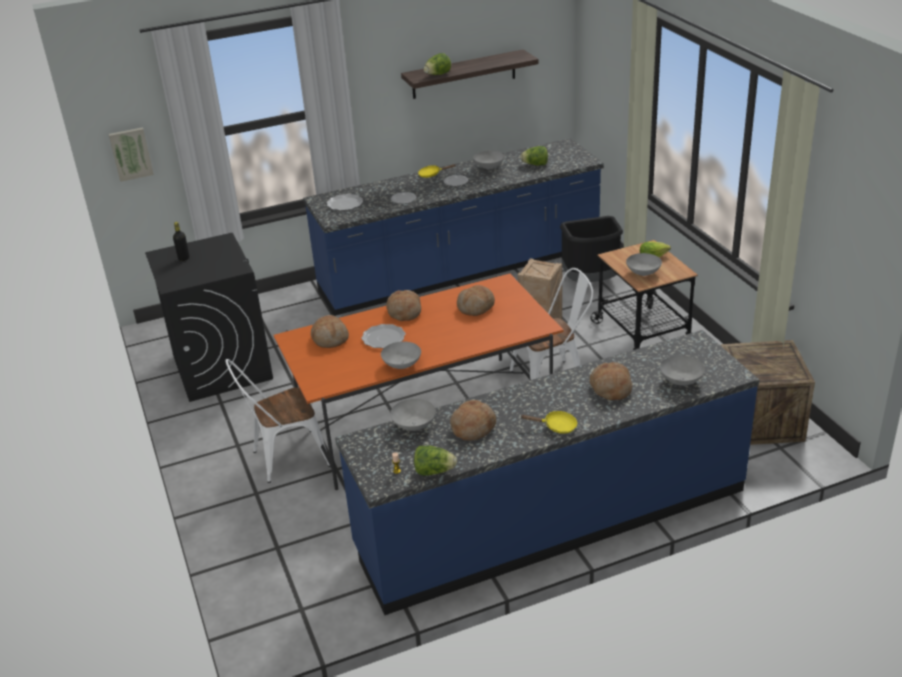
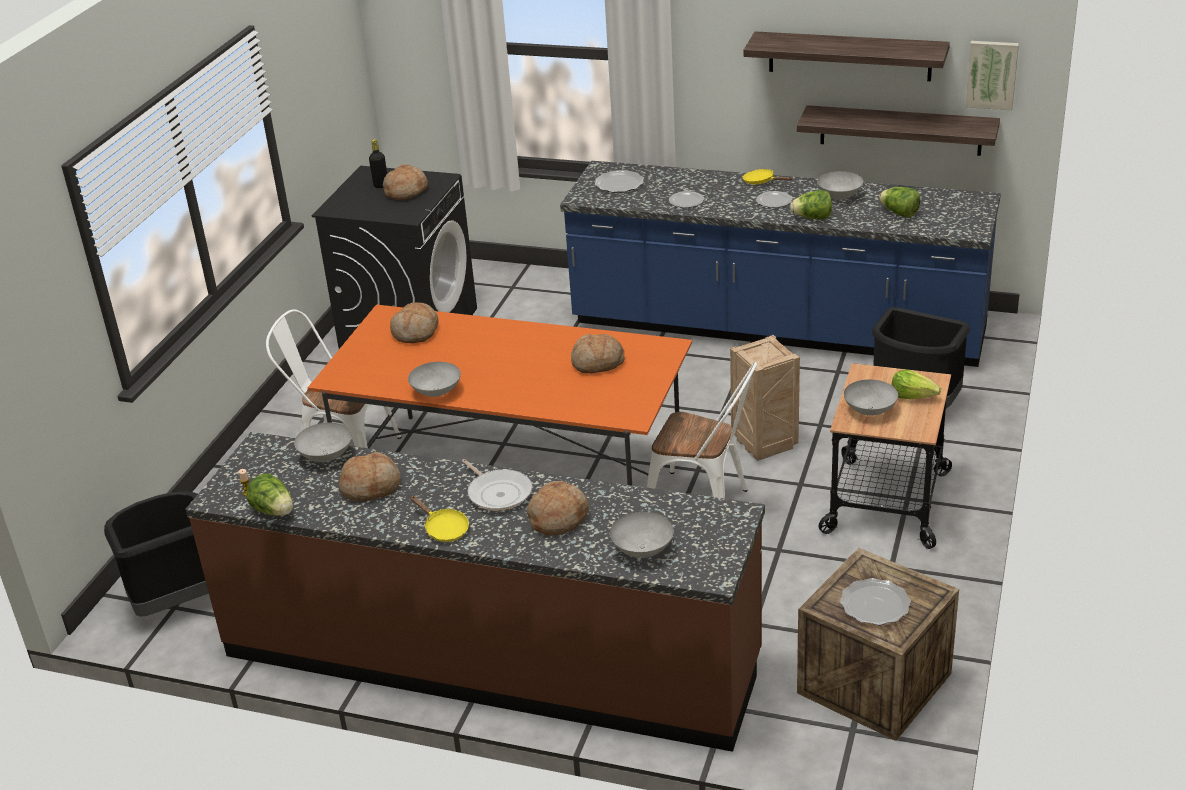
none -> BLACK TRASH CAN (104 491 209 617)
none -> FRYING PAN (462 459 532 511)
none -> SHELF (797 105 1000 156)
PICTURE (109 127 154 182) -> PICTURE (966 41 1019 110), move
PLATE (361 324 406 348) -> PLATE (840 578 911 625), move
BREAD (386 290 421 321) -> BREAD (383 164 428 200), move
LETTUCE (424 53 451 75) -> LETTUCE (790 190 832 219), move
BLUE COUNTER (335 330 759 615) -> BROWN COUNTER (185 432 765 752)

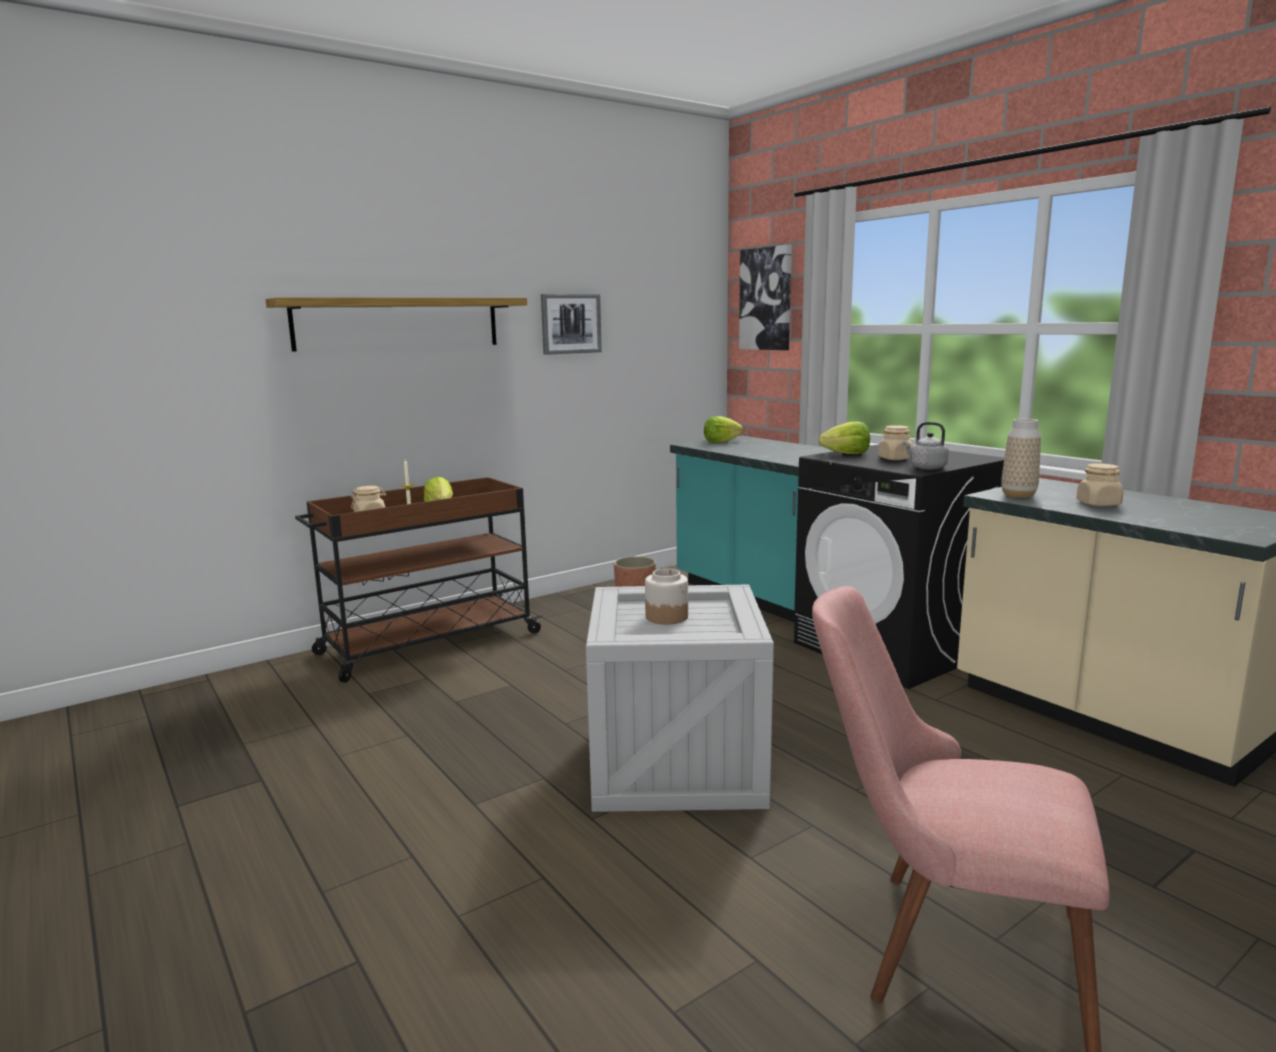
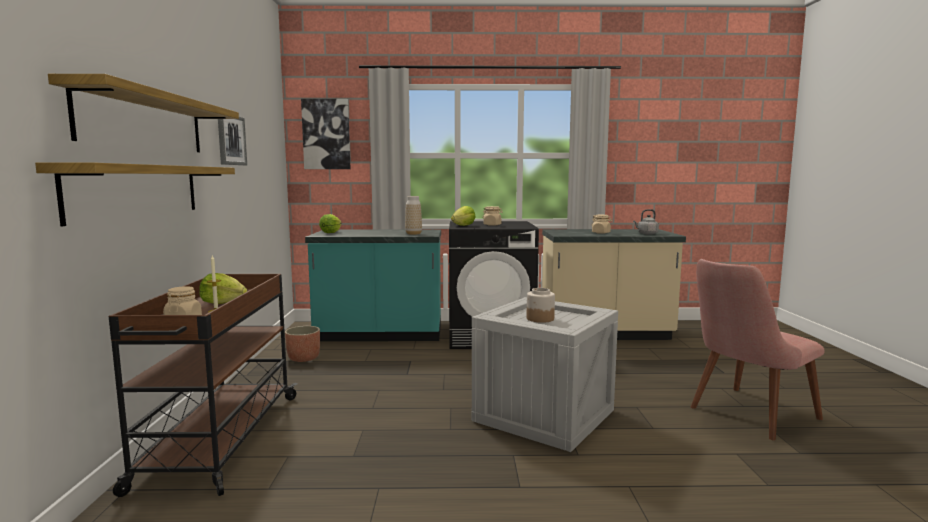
none -> SHELF (35 163 235 226)
GREY KETTLE (903 422 949 470) -> GREY KETTLE (633 209 659 234), move
VASE (1001 419 1041 498) -> VASE (405 196 422 235), move

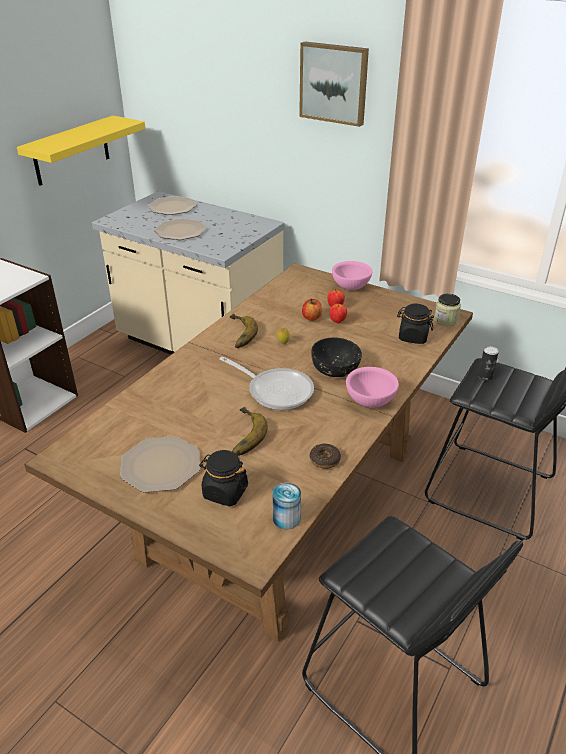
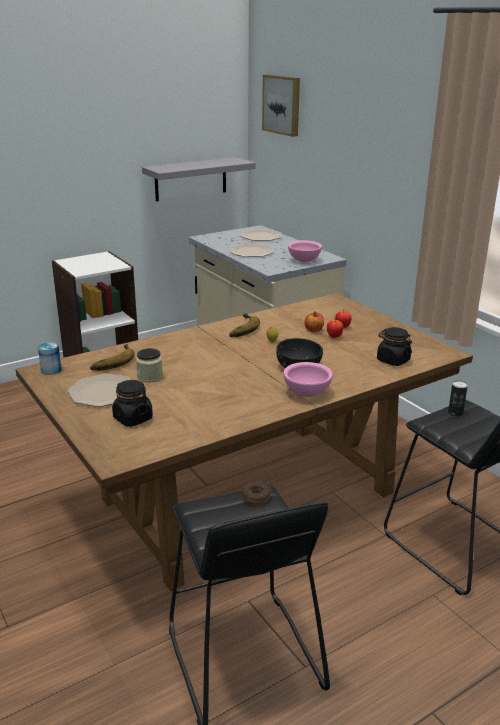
FRYING PAN (219 356 314 410) -> none
BANANA (232 407 268 456) -> BANANA (90 344 135 371), move
CAN (273 483 301 529) -> CAN (38 342 62 375), move
PICTURE (299 42 369 127) -> PICTURE (262 75 300 137), move
DONUT (310 444 341 469) -> DONUT (241 481 272 504), move
PINK BOWL (332 261 373 290) -> PINK BOWL (288 241 322 262), move
JAR (434 294 461 326) -> JAR (136 348 163 382), move
YELLOW SHELF (17 116 145 186) -> GREY SHELF (142 157 255 201)

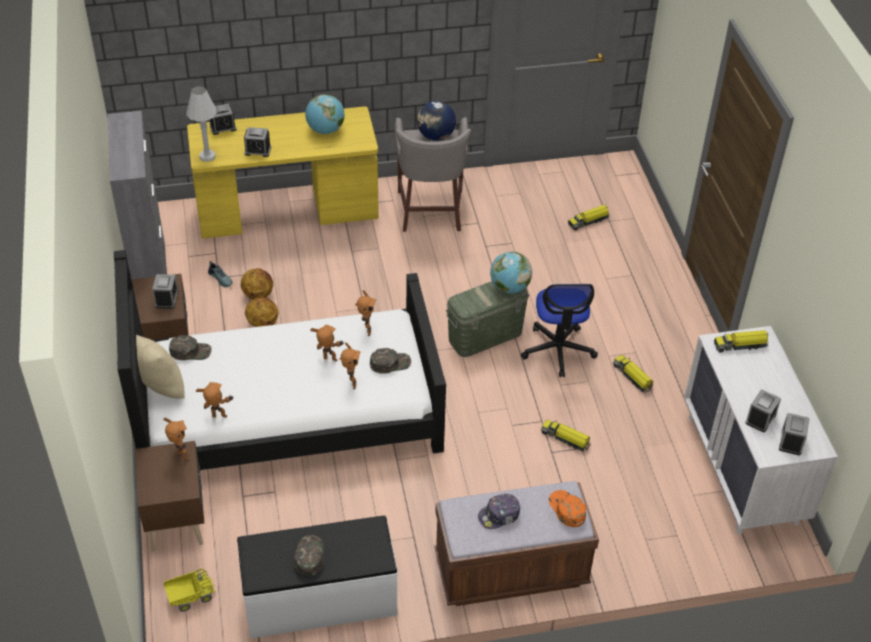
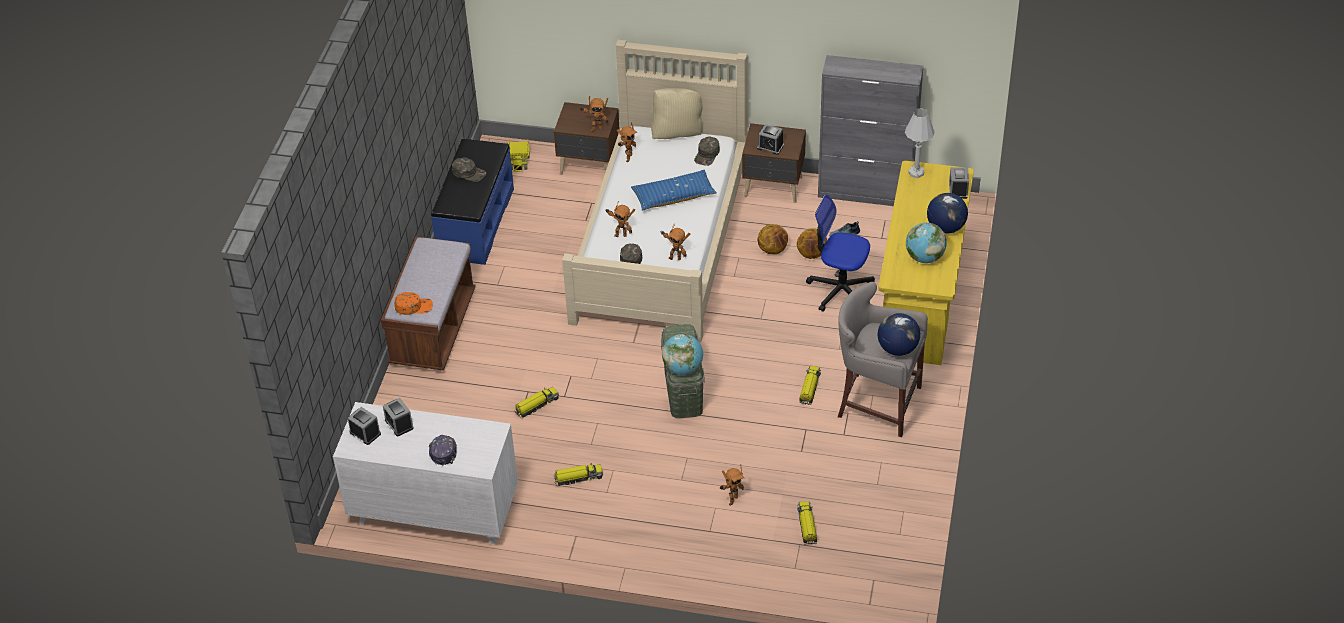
ALARM CLOCK (244 127 271 157) -> none
none -> BLUE PILLOW (631 170 717 211)
none -> GLOBE (927 193 968 234)
TOY ROBOT (310 325 344 361) -> TOY ROBOT (720 464 744 506), move
CAP (478 494 520 529) -> CAP (429 435 457 465), move
OFFICE CHAIR (521 284 598 377) -> OFFICE CHAIR (806 194 875 312), move
TOY TRUCK (714 330 769 353) -> TOY TRUCK (799 366 821 405), move
BLACK BED (114 250 446 470) -> BEIGE BED (562 40 747 342)
WHITE BENCH (237 516 398 639) -> BLUE BENCH (431 139 514 265)

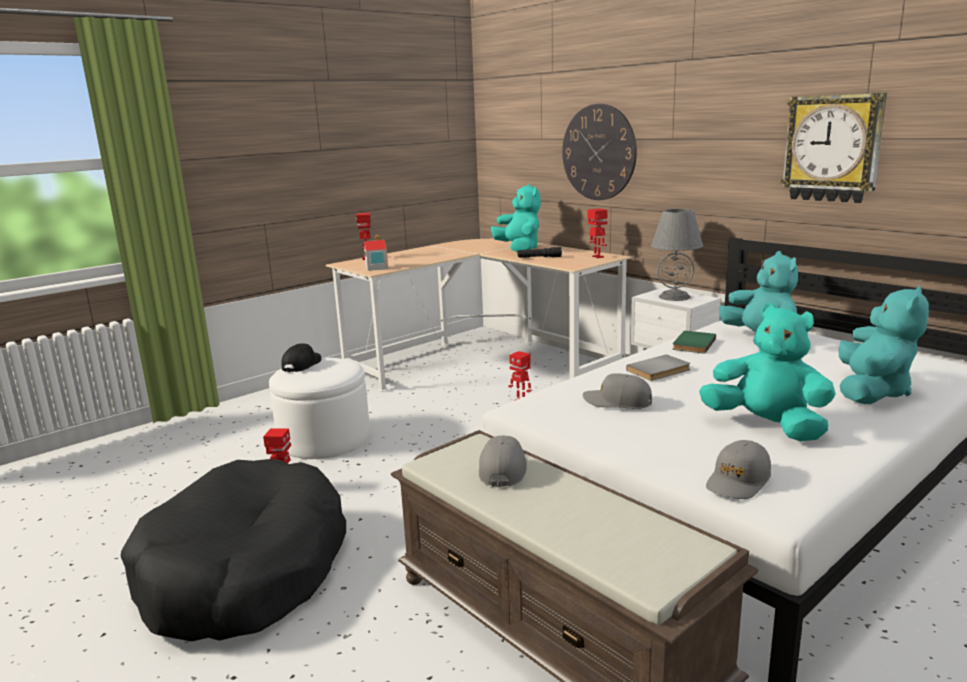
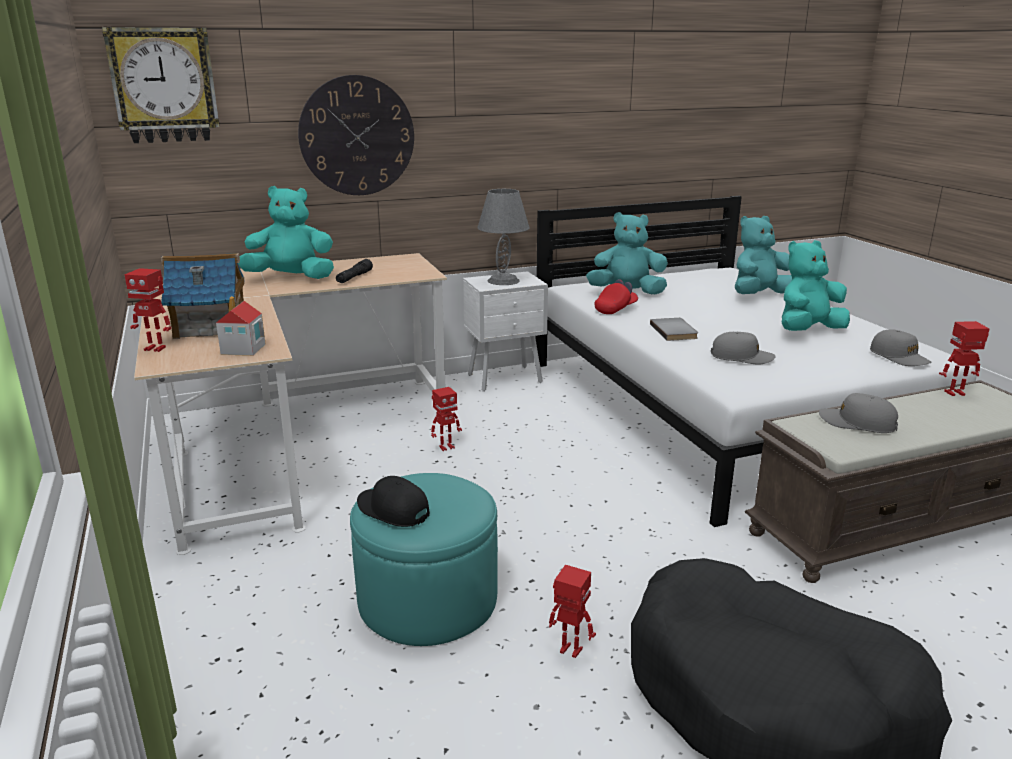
none -> TOY HOUSE (161 253 245 339)
TOY ROBOT (587 208 607 258) -> TOY ROBOT (939 321 990 396), move
WALL CLOCK (781 93 887 203) -> WALL CLOCK (102 27 219 143), move
GREEN BOOK (673 331 716 354) -> RED CAP (595 279 638 314)
WHITE OTTOMAN (269 358 370 459) -> TURQUOISE OTTOMAN (350 473 498 646)
GREY CAP (583 373 652 409) -> GREY CAP (711 332 775 365), 120 degrees counterclockwise
TURQUOISE PLUSH TOY (839 286 929 404) -> TURQUOISE PLUSH TOY (735 216 792 294), 75 degrees counterclockwise

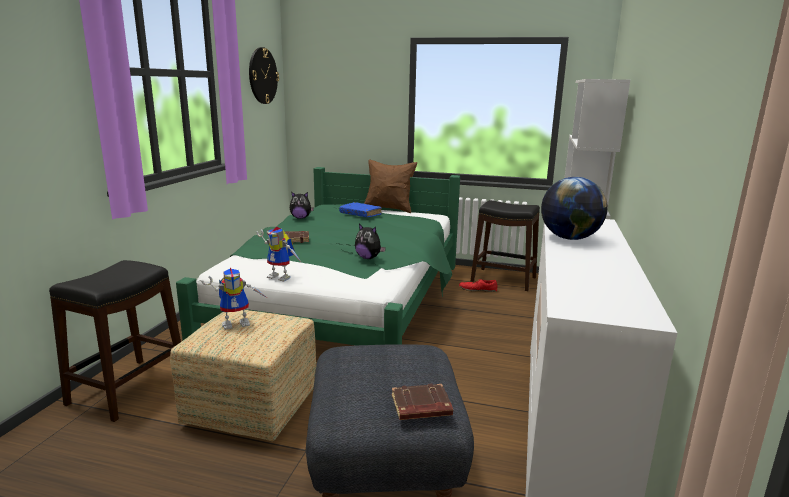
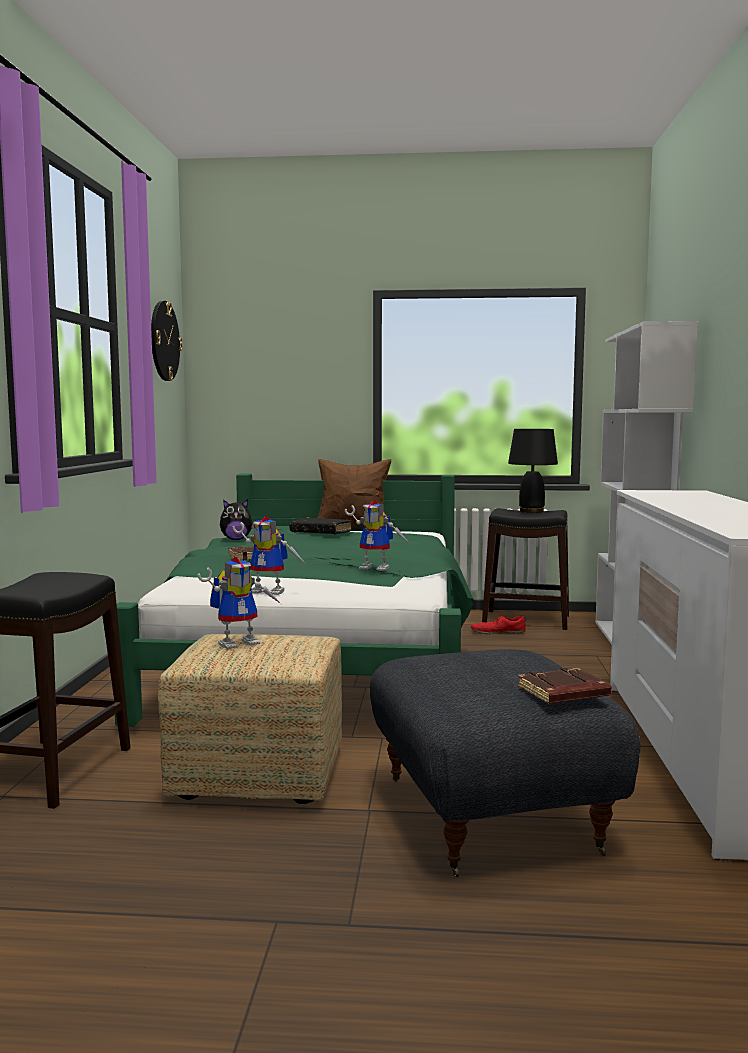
GLOBE (541 177 608 240) -> none
none -> BLACK TABLE LAMP (508 429 558 513)
PLUSH TOY (355 224 386 259) -> TOY ROBOT (345 500 409 571)
BLUE BOOK (339 202 382 218) -> BLACK BOOK (289 517 352 534)

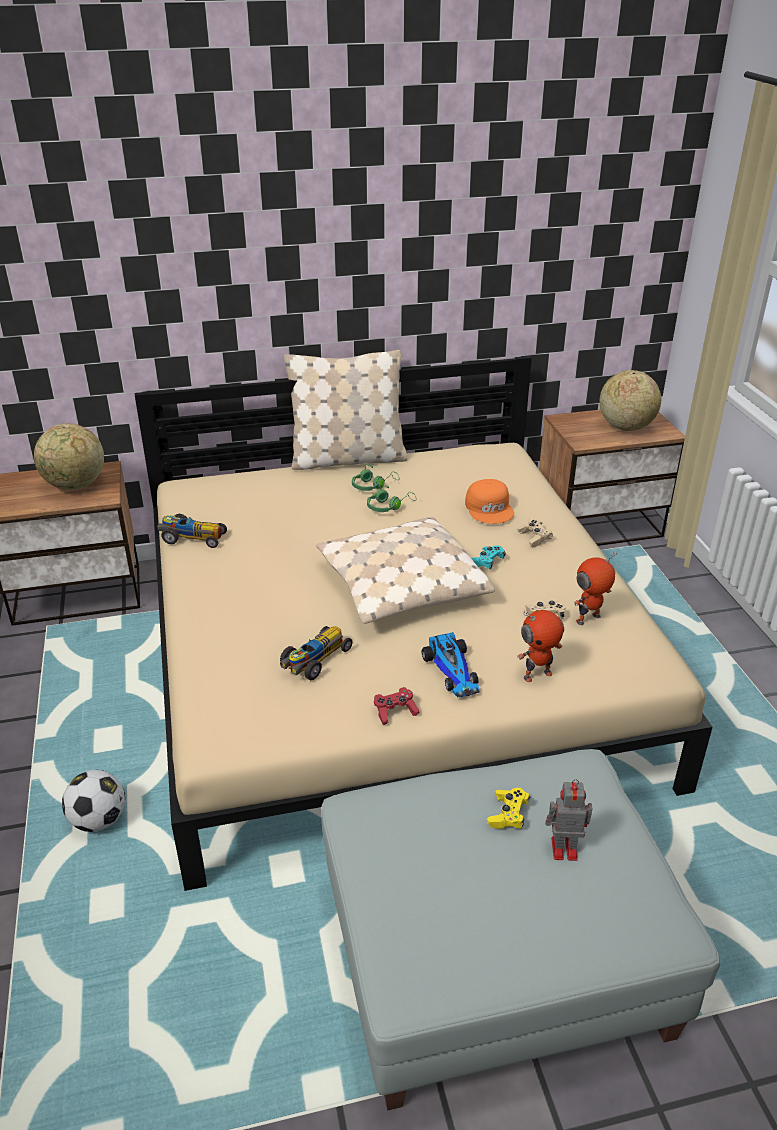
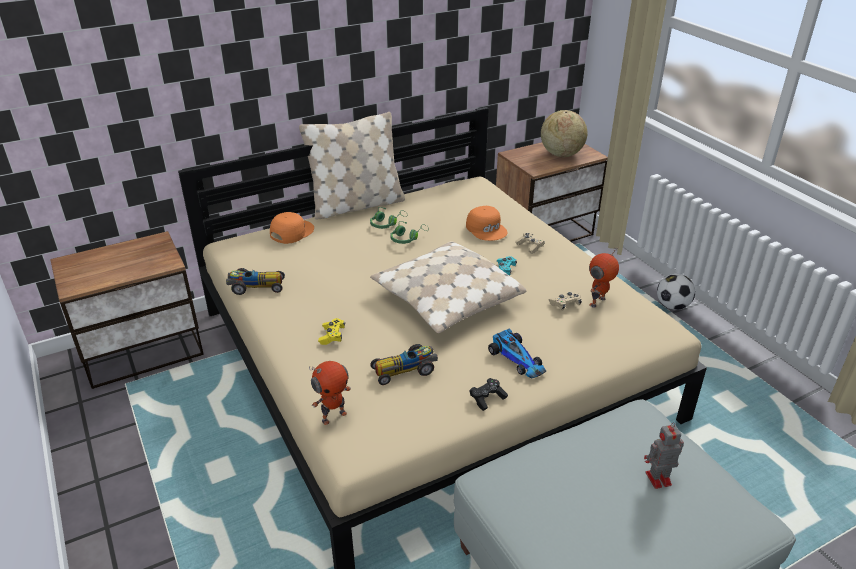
GLOBE (34 423 104 490) -> none
none -> ORANGE CAP (270 212 314 244)
FOOTBALL (62 770 125 832) -> FOOTBALL (657 274 695 310), move
YELLOW GAME CONTROLLER (487 788 530 829) -> YELLOW GAME CONTROLLER (318 318 345 345), move
TOY ROBOT (517 610 564 682) -> TOY ROBOT (309 361 351 425), move
RED GAME CONTROLLER (374 687 419 725) -> BLACK GAME CONTROLLER (470 378 508 411)
TOY CAR (280 626 353 680) -> TOY CAR (370 344 438 385), 135 degrees counterclockwise

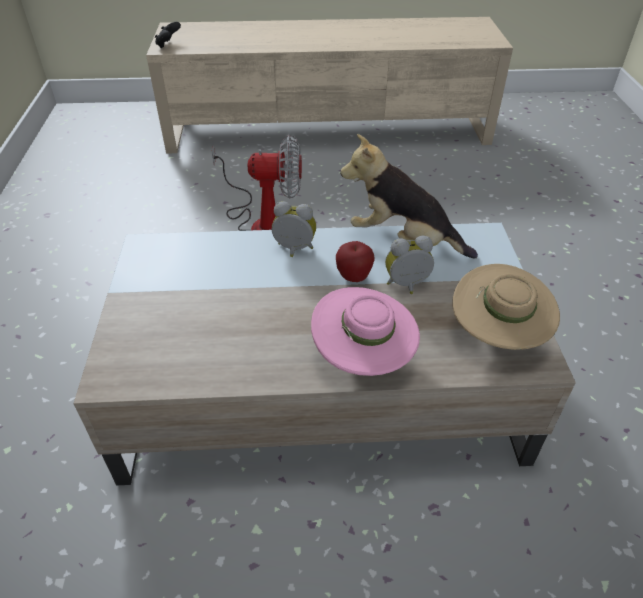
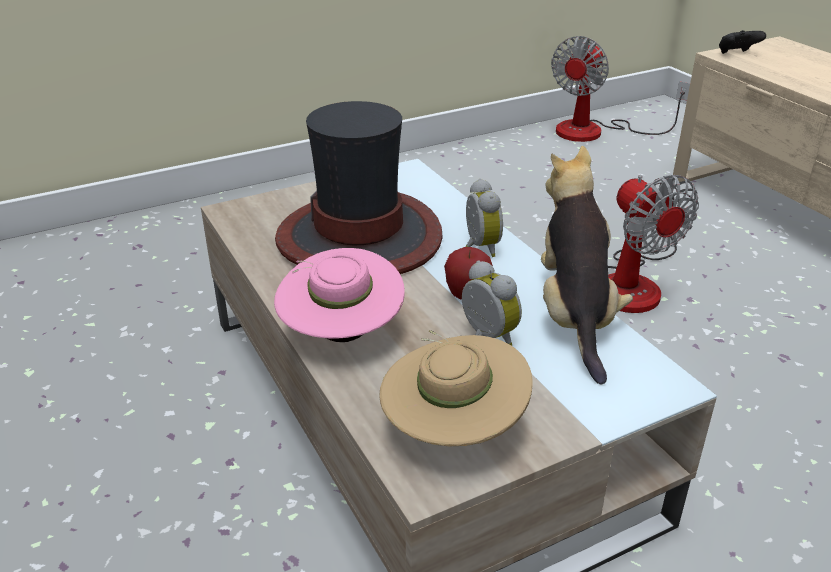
none -> HAT (275 101 443 274)
none -> FAN (551 36 690 142)

